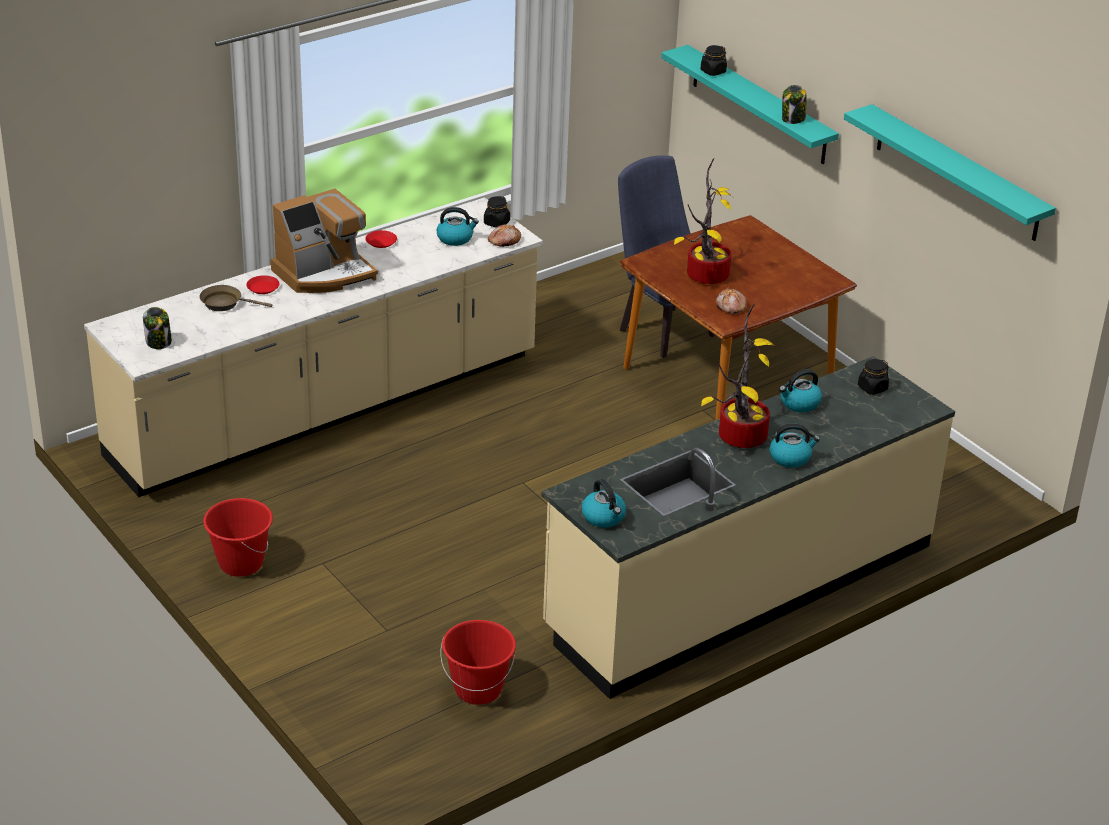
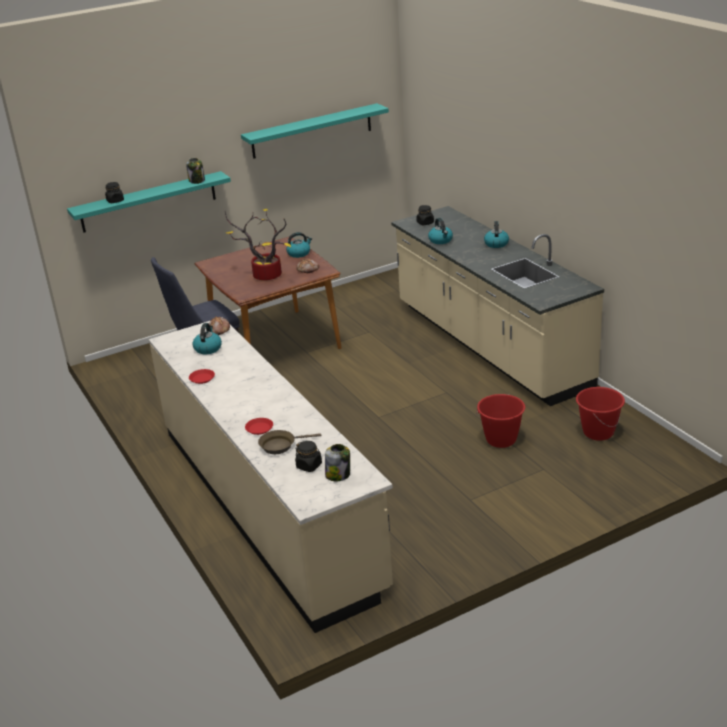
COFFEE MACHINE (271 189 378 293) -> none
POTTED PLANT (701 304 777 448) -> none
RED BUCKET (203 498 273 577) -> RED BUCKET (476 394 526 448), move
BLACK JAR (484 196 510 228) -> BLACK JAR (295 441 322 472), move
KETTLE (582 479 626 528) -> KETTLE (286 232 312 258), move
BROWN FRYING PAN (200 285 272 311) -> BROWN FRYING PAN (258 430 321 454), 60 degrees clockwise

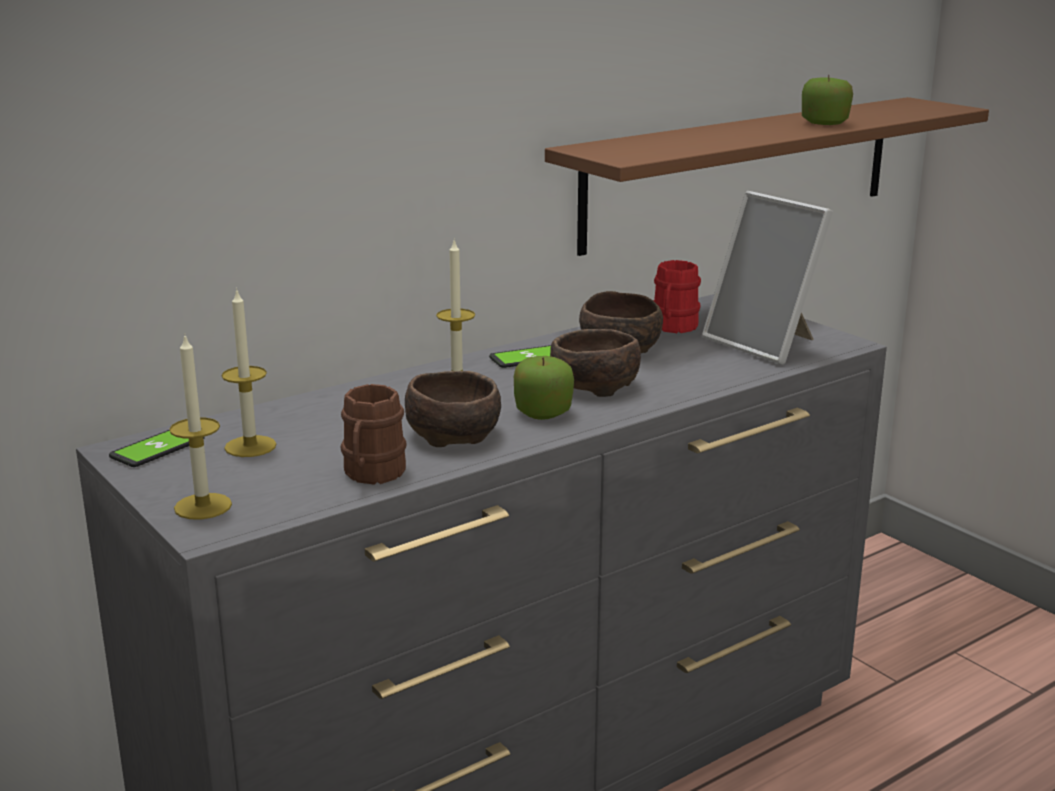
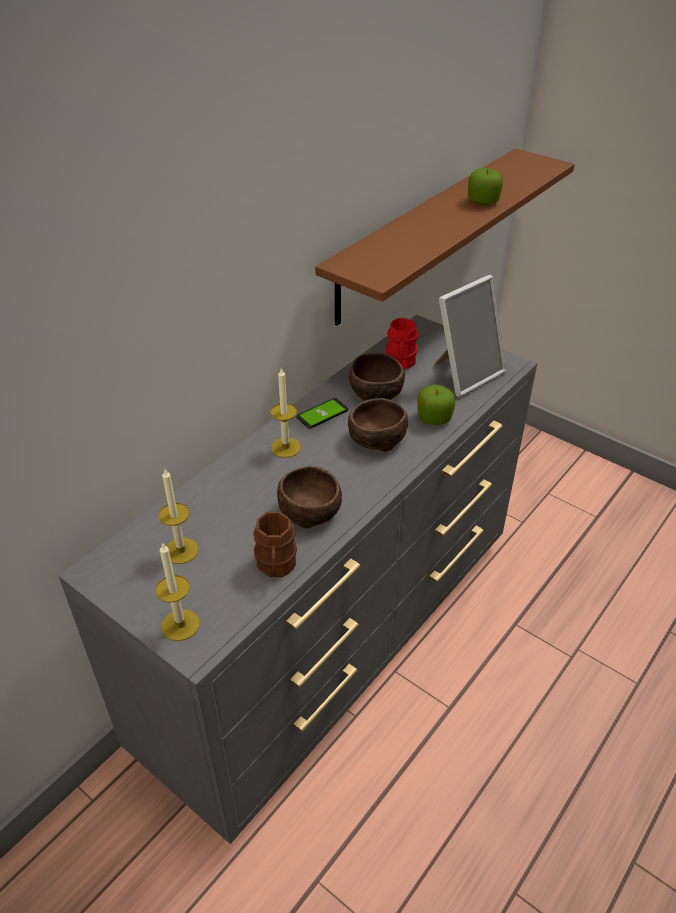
PHONE (109 430 205 467) -> none
APPLE (514 356 574 420) -> APPLE (417 384 455 425), move
PICTURE FRAME (702 191 833 365) -> PICTURE FRAME (433 275 506 397), 75 degrees counterclockwise

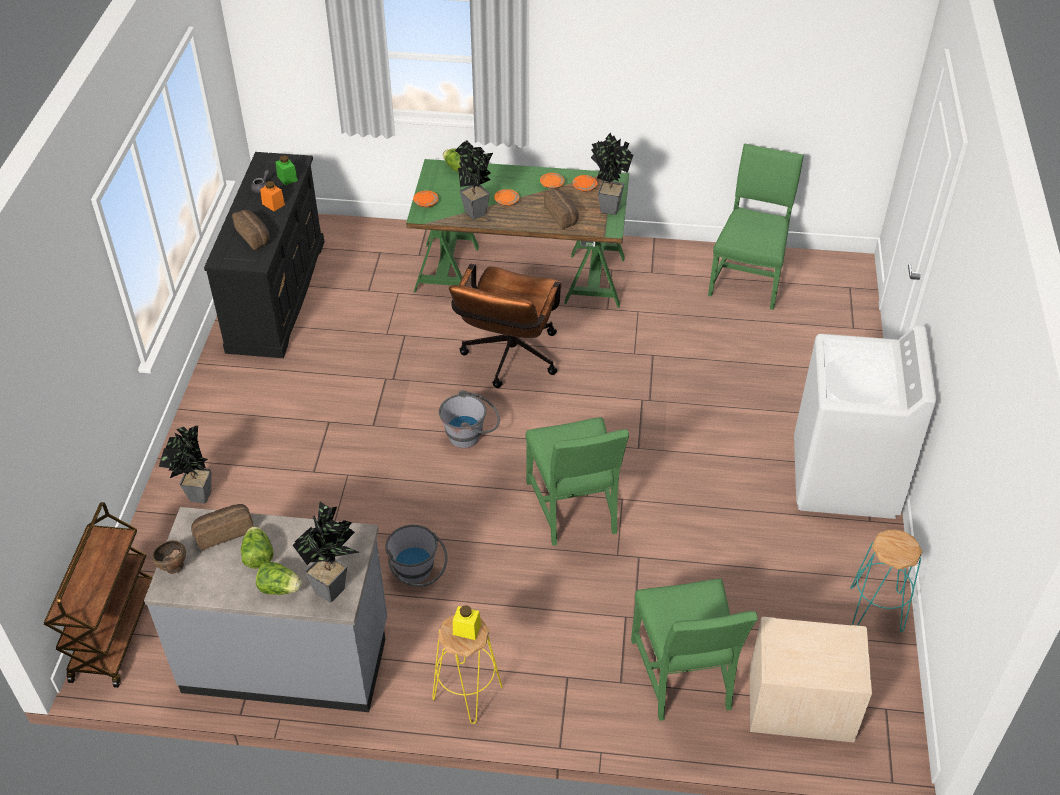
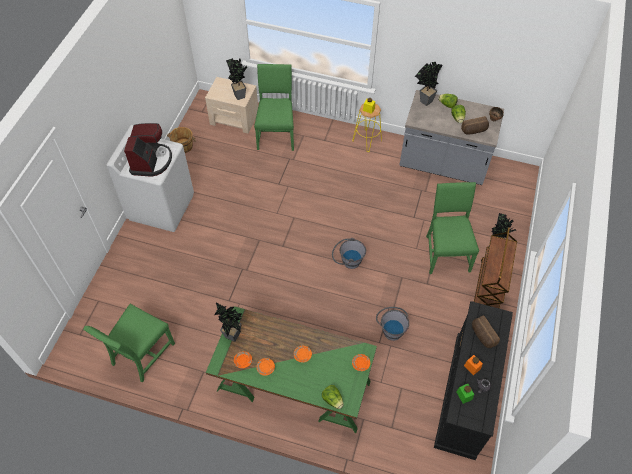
BROWN OFFICE CHAIR (449 264 562 388) -> none
BREAD (544 189 579 229) -> none
none -> COFFEE MACHINE (124 123 172 177)
BROWN CART (44 502 153 688) -> BROWN CART (474 227 517 309), move
GREY BUCKET (385 524 447 587) -> GREY BUCKET (376 307 409 341), move
POTTED PLANT (455 140 493 220) -> POTTED PLANT (226 58 247 100), move
GREEN CHAIR (526 417 629 546) -> GREEN CHAIR (426 182 479 274), move
TURQUOISE STOOL (850 529 923 632) -> BROWN BUCKET (167 127 196 153)

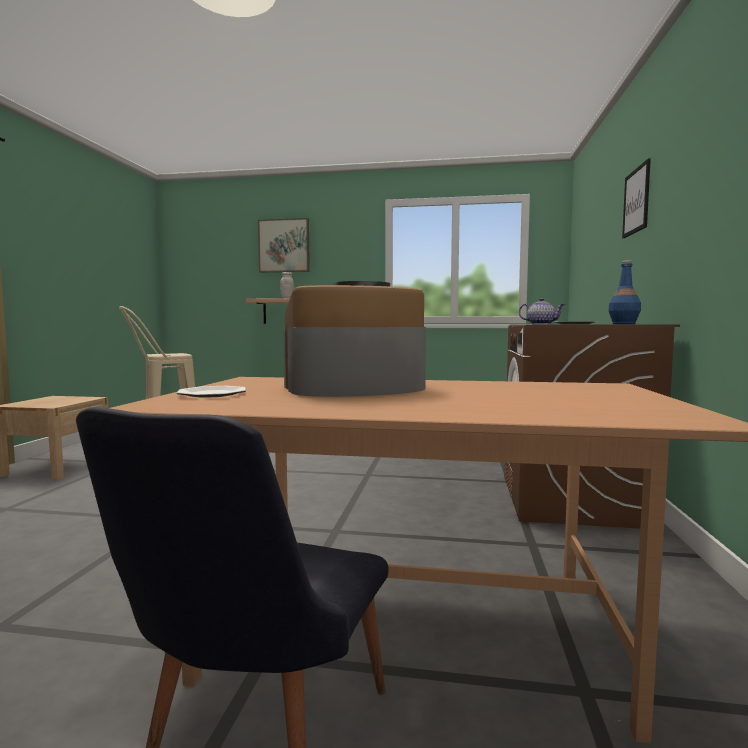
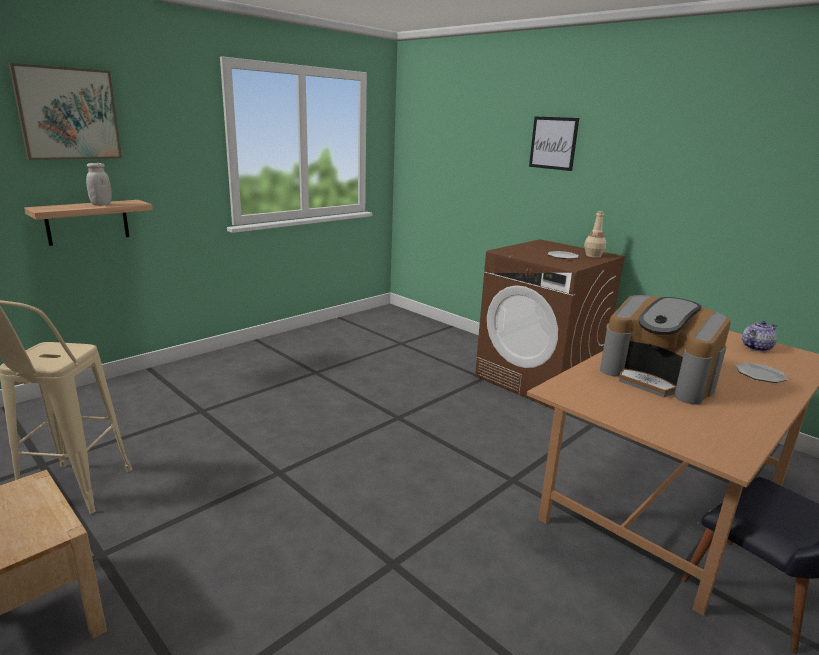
PLATE (177 386 246 398) -> PLATE (736 363 787 383), move
TEAPOT (519 298 565 324) -> TEAPOT (742 321 777 352), move
BLUE BOTTLE (608 260 641 324) -> BEIGE BOTTLE (584 211 606 258)
COFFEE MACHINE (283 281 426 397) -> COFFEE MACHINE (600 295 731 405), 60 degrees counterclockwise

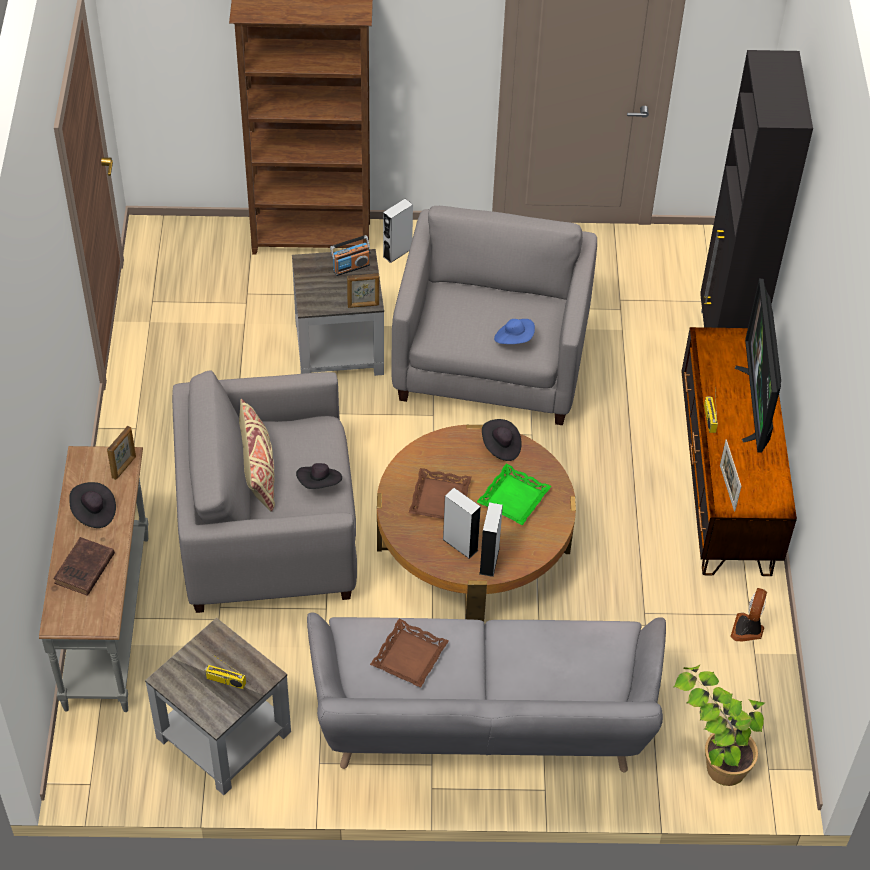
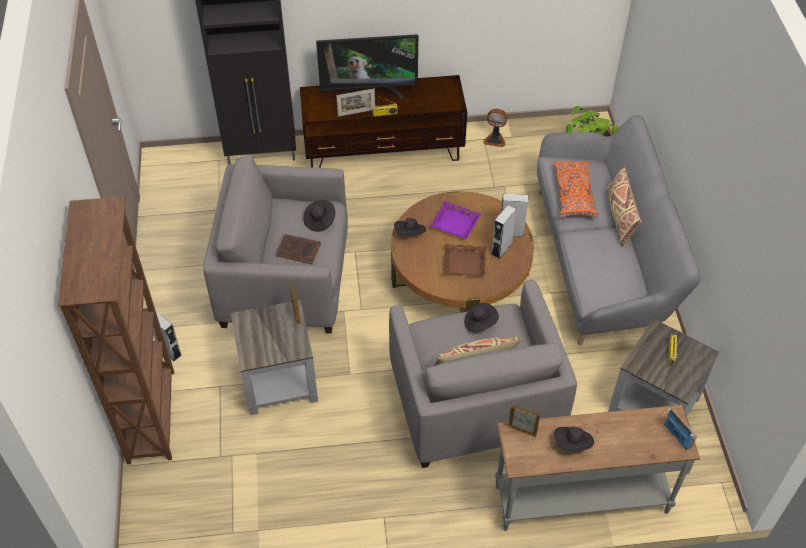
BROWN TRAY (370 619 449 688) -> none
none -> ORANGE PILLOW (554 161 598 217)
none -> BEIGE PILLOW (606 166 642 247)
BROWN BOOK (53 537 115 596) -> BROWN BOOK (276 234 321 264), move
RADIO (330 235 371 276) -> RADIO (664 408 697 450), move
PICTURE FRAME (720 440 741 512) -> PICTURE FRAME (337 88 375 117), move
GREEN TRAY (477 464 551 525) -> PURPLE TRAY (429 201 481 239)
BLUE HAT (494 319 535 344) -> BLACK HAT (304 200 335 232)

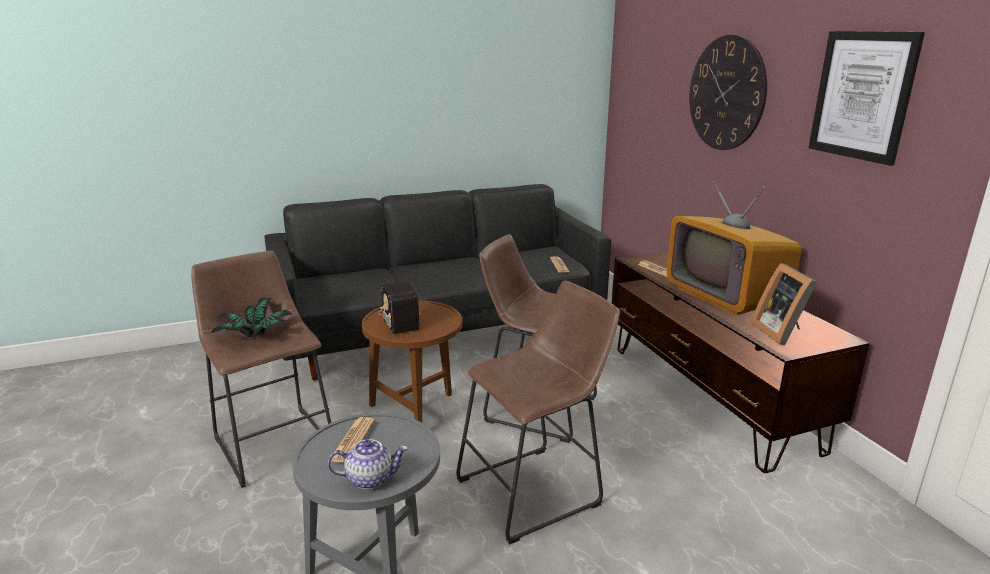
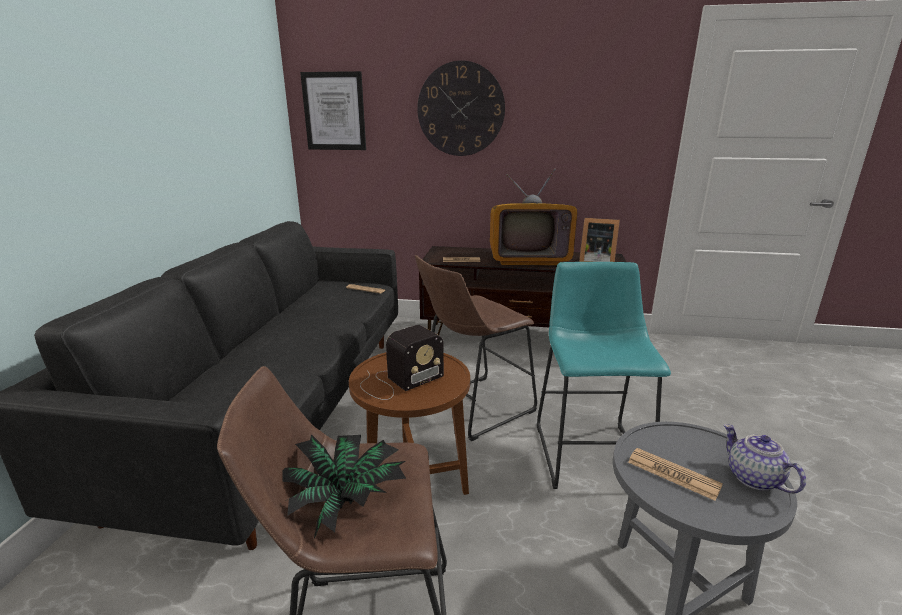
PICTURE (809 31 925 166) -> PICTURE (300 71 366 150), move
BROWN STOOL (456 281 620 544) -> TURQUOISE STOOL (537 262 671 489)
TEAPOT (328 439 408 490) -> TEAPOT (724 424 806 493), 45 degrees counterclockwise
RADIO (378 281 423 334) -> RADIO (360 325 444 400), 45 degrees counterclockwise

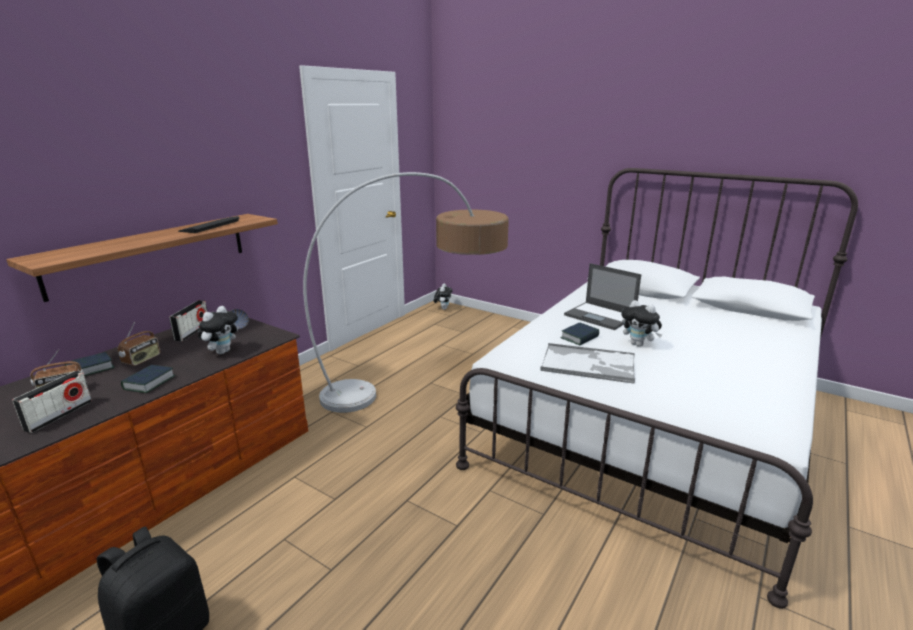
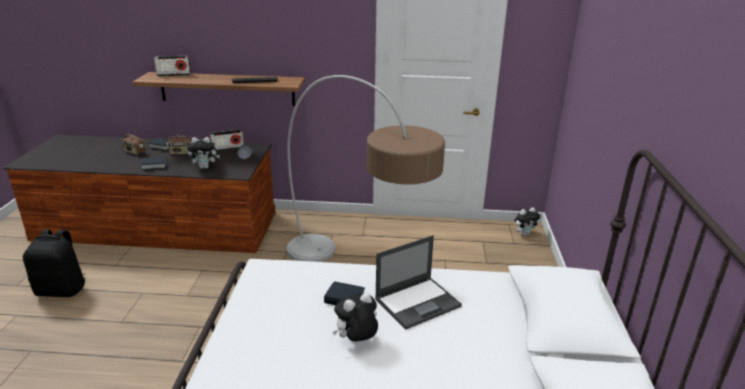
TRAY (540 343 635 384) -> none
RADIO (12 371 92 433) -> RADIO (154 56 191 76), move
LAPTOP (564 263 641 330) -> LAPTOP (375 235 462 330), 135 degrees counterclockwise
PLUSH TOY (621 300 662 347) -> PLUSH TOY (333 293 378 342), 45 degrees clockwise

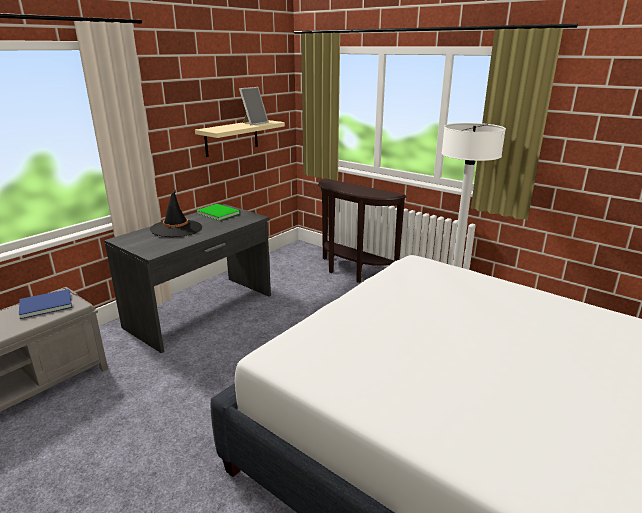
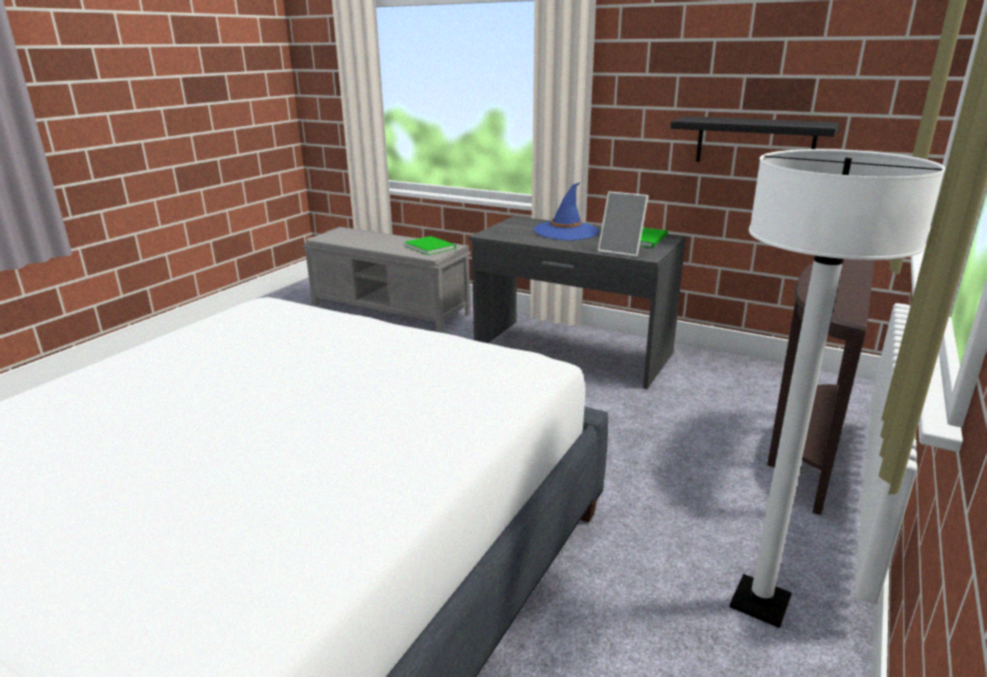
PICTURE FRAME (239 87 269 126) -> PICTURE FRAME (598 191 649 257), move
BLUE BOOK (19 289 72 319) -> GREEN BOOK (405 236 456 255)
BLACK HAT (150 190 202 237) -> BLUE HAT (534 182 599 240)
BEIGE SHELF (195 120 285 157) -> BLACK SHELF (670 116 840 162)

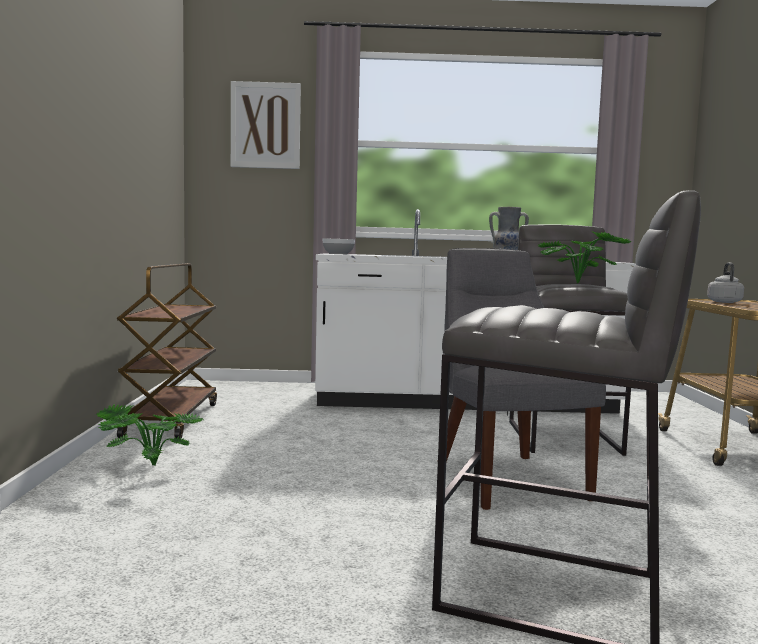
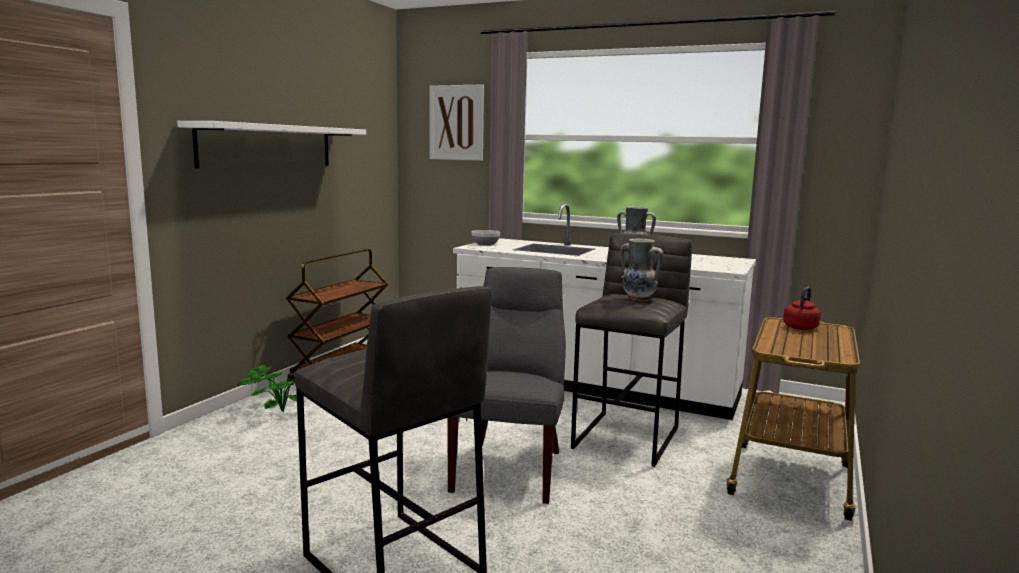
none -> WHITE SHELF (177 121 366 168)
POTTED PLANT (538 232 631 283) -> VASE (620 238 663 301)
GREY KETTLE (707 262 744 303) -> RED KETTLE (783 287 821 330)

